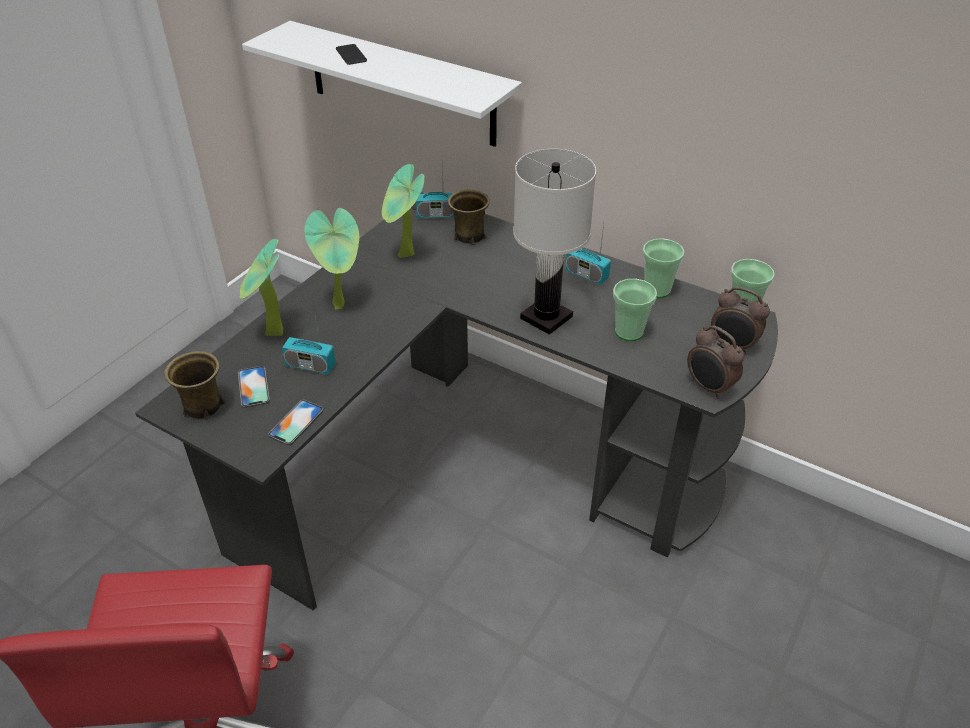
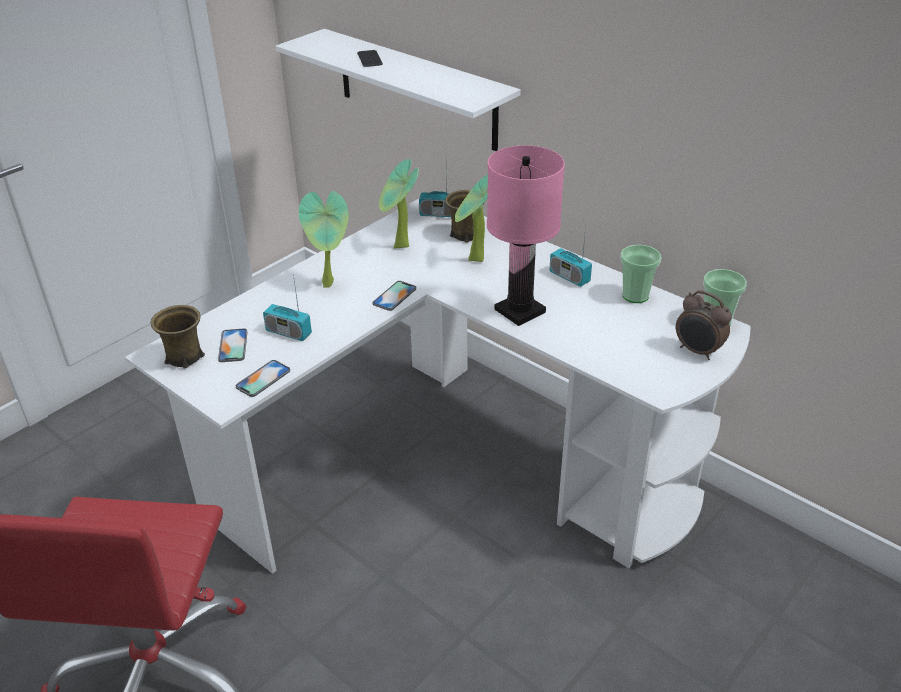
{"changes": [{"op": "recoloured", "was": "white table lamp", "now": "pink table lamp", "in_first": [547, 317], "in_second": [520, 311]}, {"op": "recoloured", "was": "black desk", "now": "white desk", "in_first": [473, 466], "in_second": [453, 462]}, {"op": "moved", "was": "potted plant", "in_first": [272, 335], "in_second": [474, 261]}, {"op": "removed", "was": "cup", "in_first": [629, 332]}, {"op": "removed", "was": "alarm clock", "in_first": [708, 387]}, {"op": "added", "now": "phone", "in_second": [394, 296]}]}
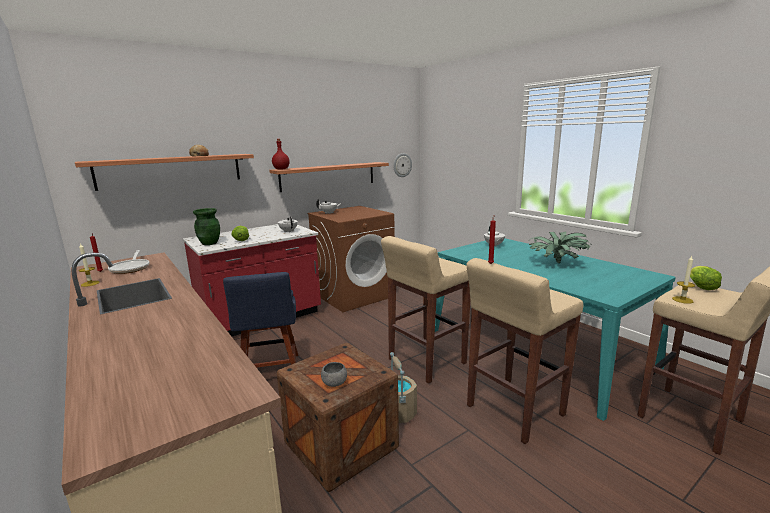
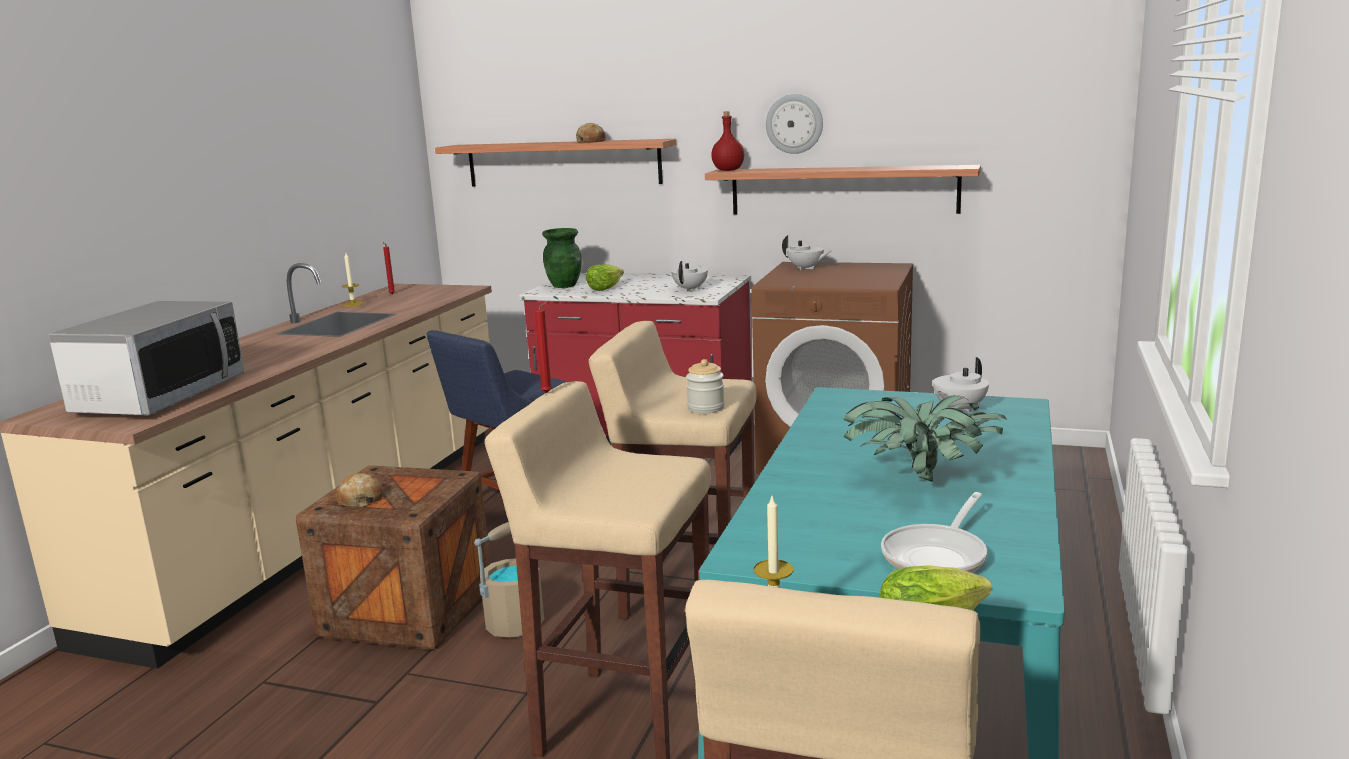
{"changes": [{"op": "moved", "was": "wall clock", "in_first": [402, 165], "in_second": [794, 124]}, {"op": "moved", "was": "frying pan", "in_first": [131, 268], "in_second": [938, 556]}, {"op": "replaced", "was": "grey bowl", "now": "bread", "in_first": [334, 383], "in_second": [360, 499]}, {"op": "added", "now": "microwave", "in_second": [160, 396]}, {"op": "added", "now": "jar", "in_second": [706, 408]}]}
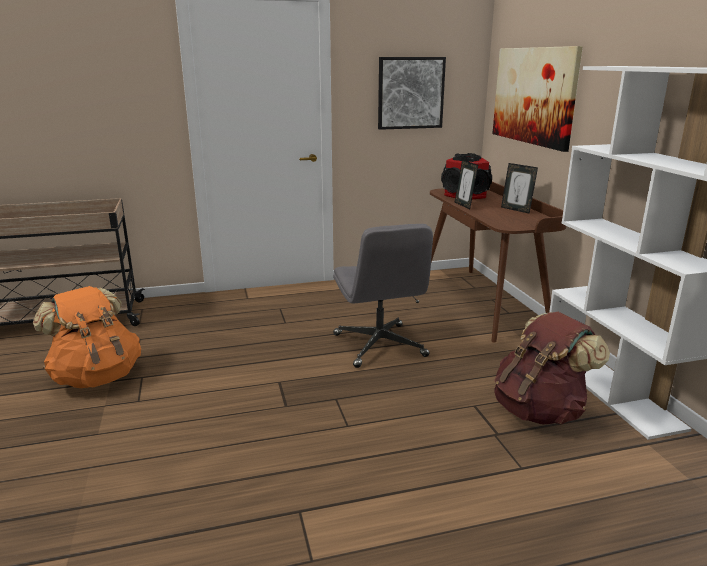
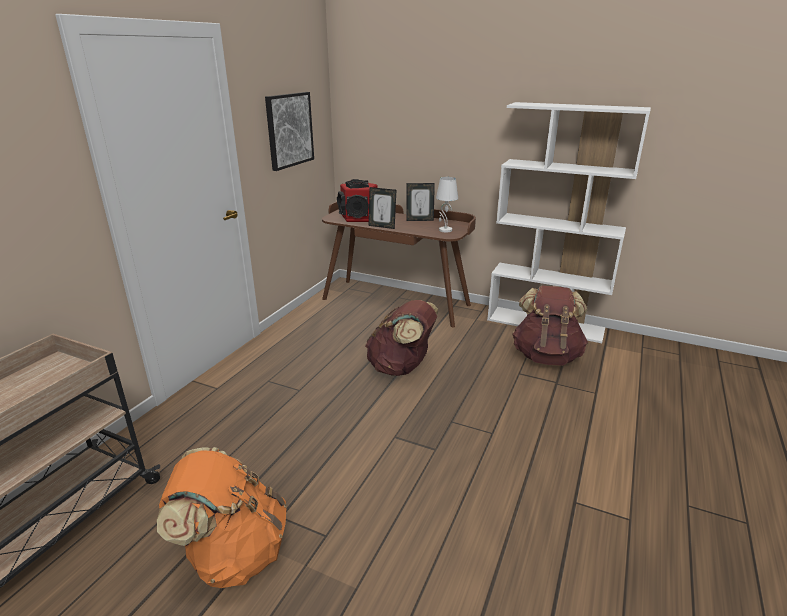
{"changes": [{"op": "removed", "was": "picture", "in_first": [533, 96]}, {"op": "replaced", "was": "grey office chair", "now": "brown backpack", "in_first": [380, 346], "in_second": [401, 367]}, {"op": "added", "now": "white table lamp", "in_second": [445, 230]}]}
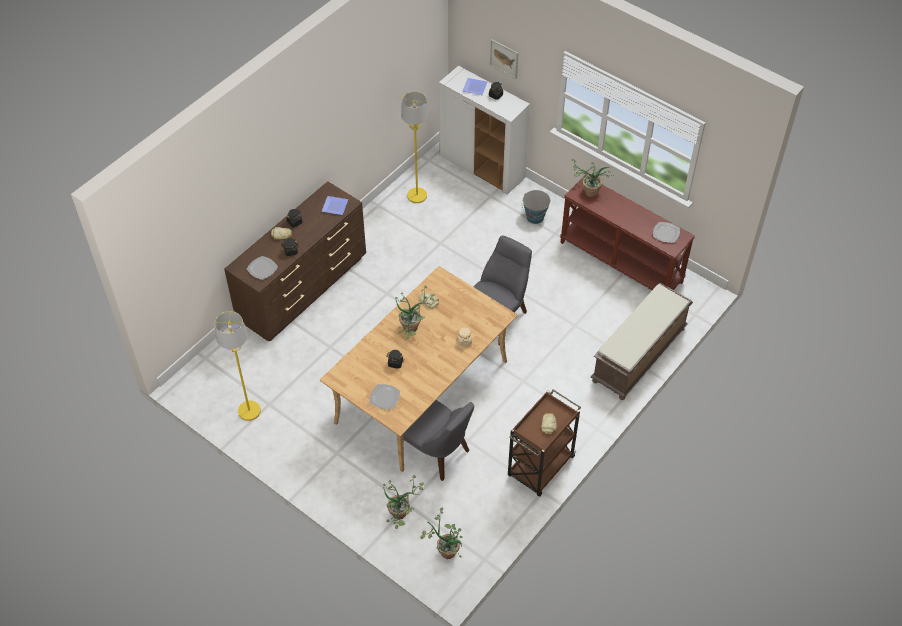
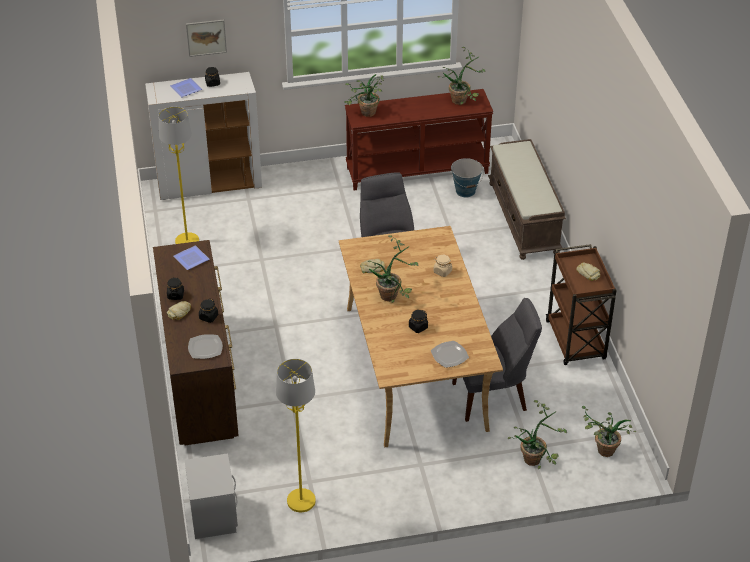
{"changes": [{"op": "moved", "was": "bucket", "in_first": [535, 217], "in_second": [465, 191]}, {"op": "replaced", "was": "plate", "now": "potted plant", "in_first": [666, 233], "in_second": [463, 100]}, {"op": "added", "now": "grey nightstand", "in_second": [213, 515]}]}
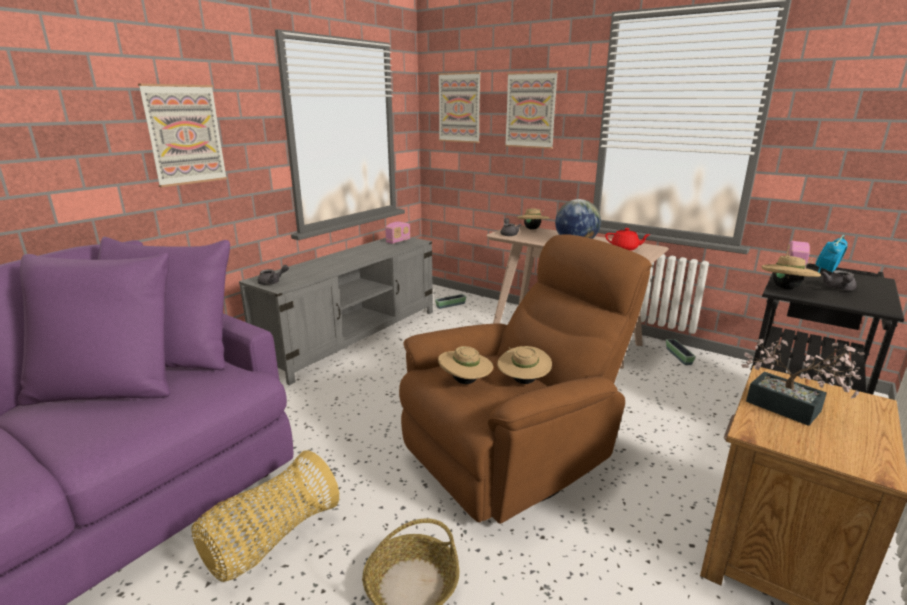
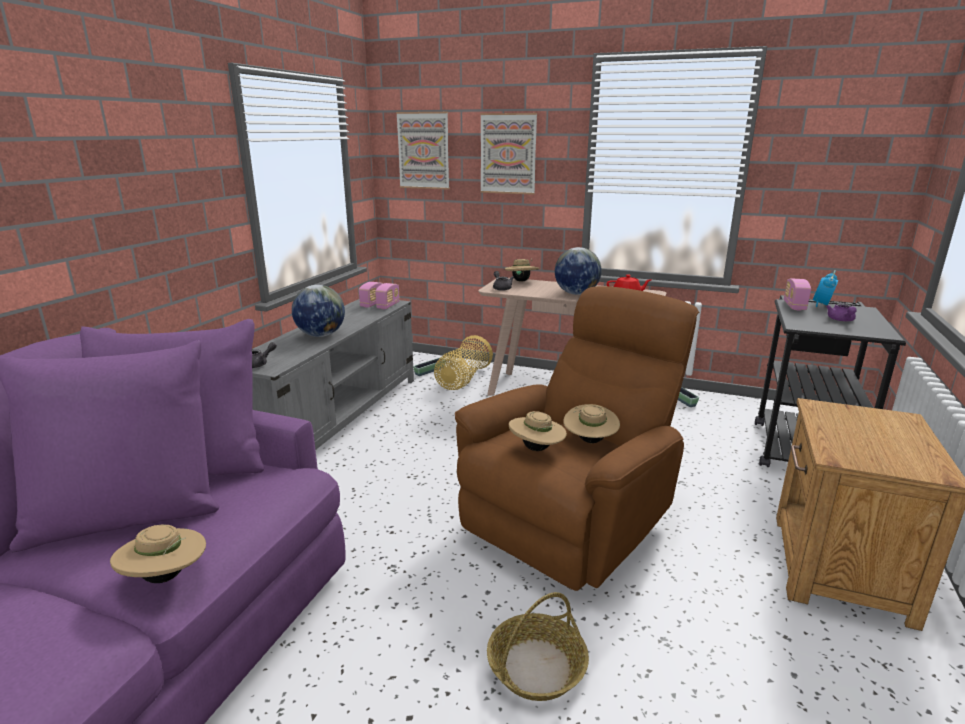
{"changes": [{"op": "removed", "was": "picture", "in_first": [185, 135]}, {"op": "moved", "was": "beige hat", "in_first": [786, 288], "in_second": [166, 577]}, {"op": "recoloured", "was": "grey teapot", "now": "purple teapot", "in_first": [838, 289], "in_second": [841, 320]}, {"op": "removed", "was": "potted plant", "in_first": [791, 410]}, {"op": "moved", "was": "basket", "in_first": [270, 540], "in_second": [462, 380]}, {"op": "added", "now": "radio", "in_second": [388, 306]}, {"op": "added", "now": "globe", "in_second": [321, 335]}]}
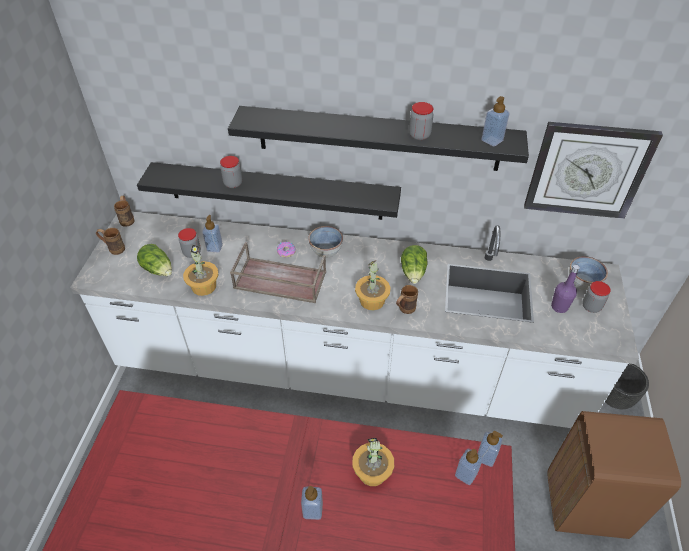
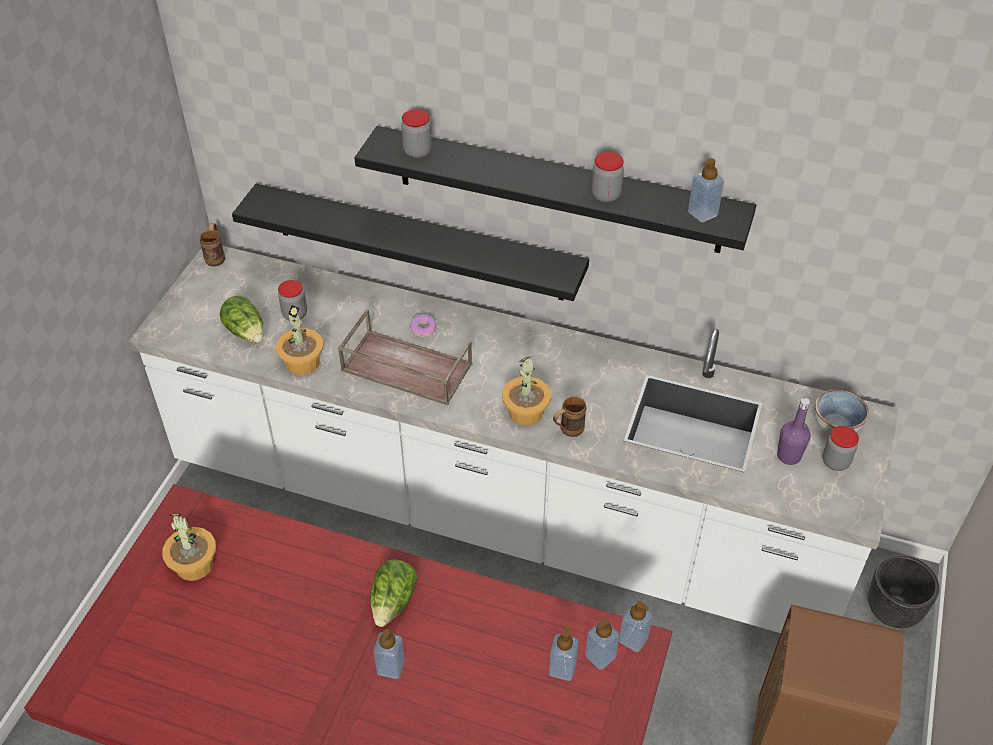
{"changes": [{"op": "removed", "was": "wall clock", "in_first": [587, 170]}, {"op": "moved", "was": "jar", "in_first": [233, 183], "in_second": [417, 151]}, {"op": "moved", "was": "soap dispenser", "in_first": [214, 247], "in_second": [562, 668]}, {"op": "removed", "was": "bowl", "in_first": [325, 250]}, {"op": "removed", "was": "brown mug", "in_first": [113, 249]}, {"op": "moved", "was": "lettuce", "in_first": [413, 272], "in_second": [393, 602]}, {"op": "moved", "was": "potted plant", "in_first": [372, 472], "in_second": [194, 565]}]}
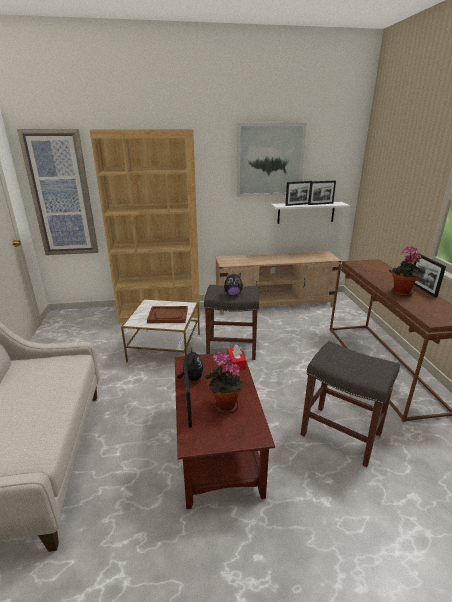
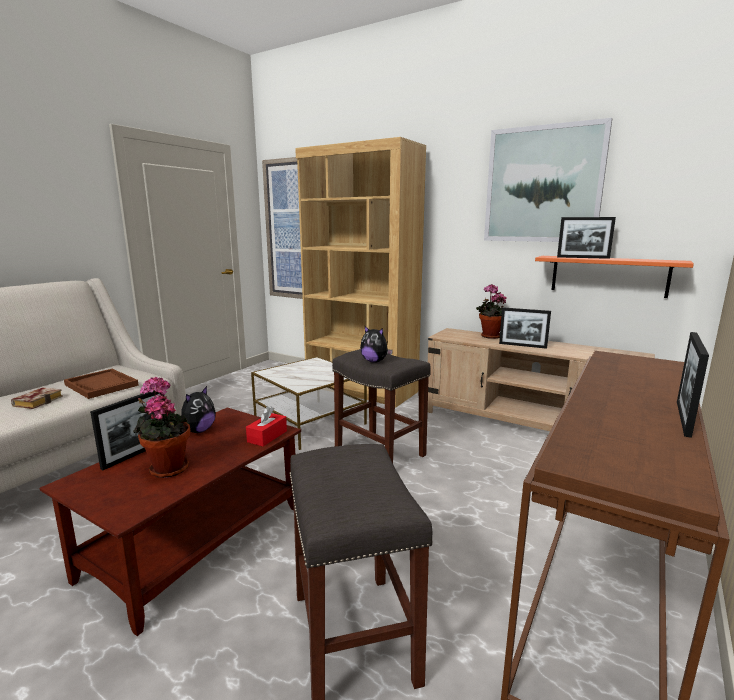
{"changes": [{"op": "moved", "was": "picture frame", "in_first": [320, 204], "in_second": [522, 345]}, {"op": "recoloured", "was": "white shelf", "now": "orange shelf", "in_first": [306, 212], "in_second": [608, 276]}, {"op": "moved", "was": "potted plant", "in_first": [401, 293], "in_second": [489, 336]}, {"op": "moved", "was": "brown tray", "in_first": [168, 315], "in_second": [101, 385]}, {"op": "added", "now": "book", "in_second": [38, 401]}]}
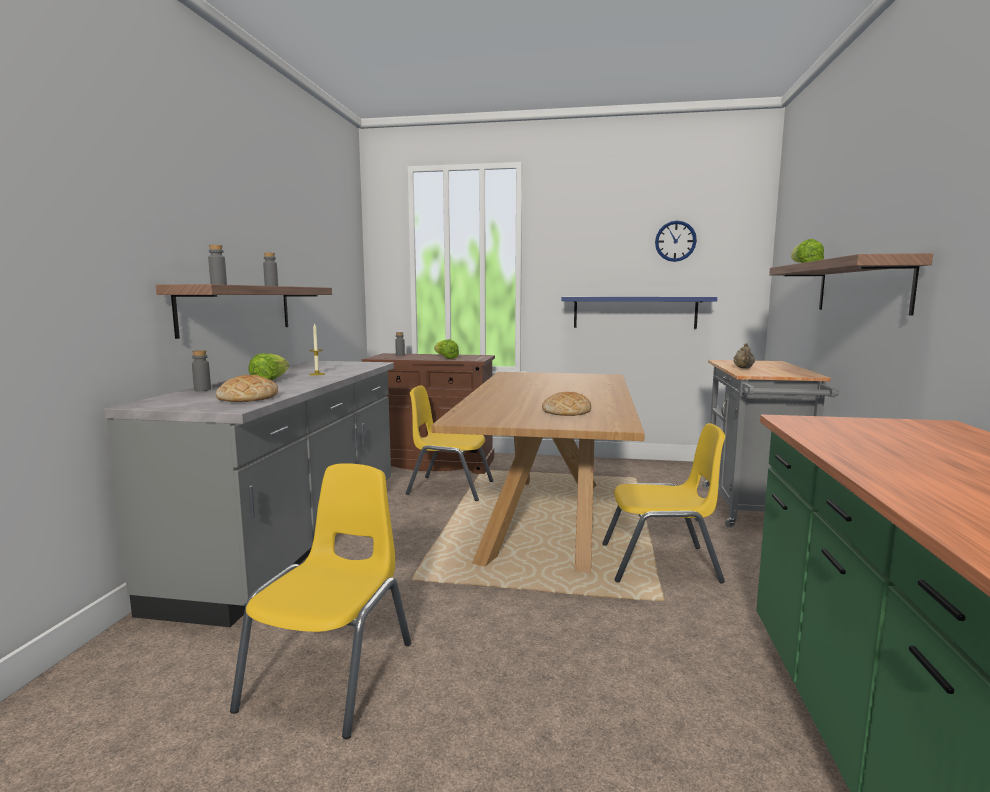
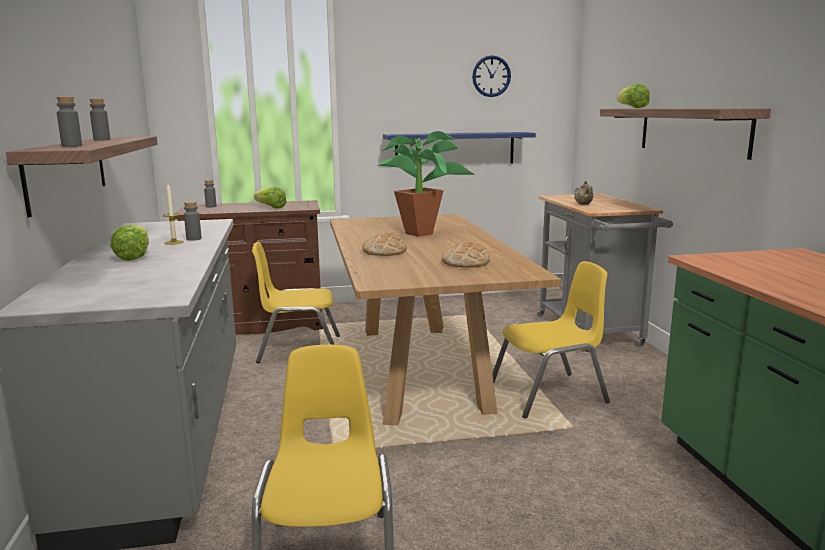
{"changes": [{"op": "moved", "was": "grey bottle", "in_first": [202, 390], "in_second": [194, 239]}, {"op": "moved", "was": "bread", "in_first": [247, 398], "in_second": [385, 252]}, {"op": "added", "now": "potted plant", "in_second": [425, 233]}]}
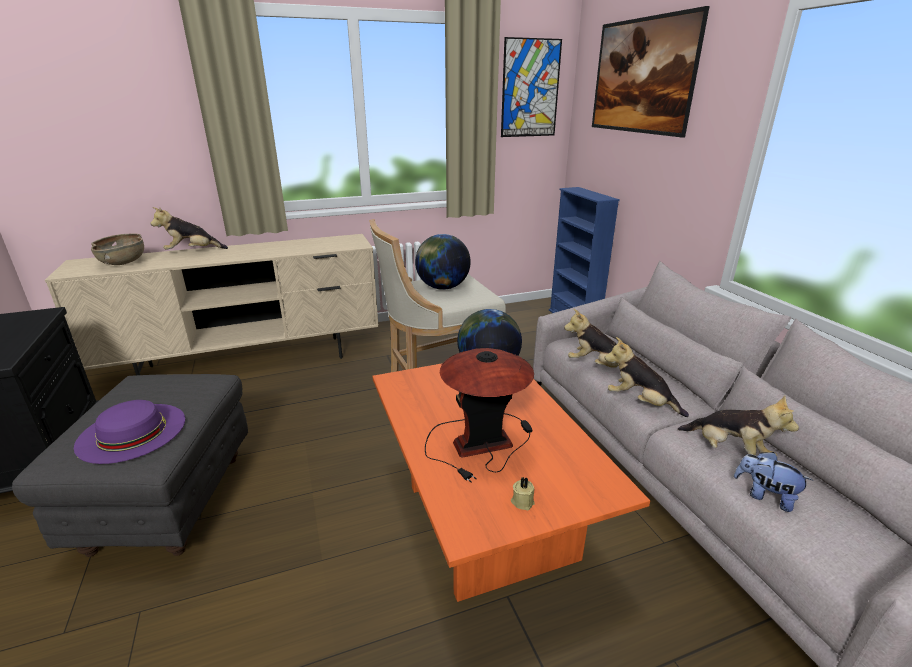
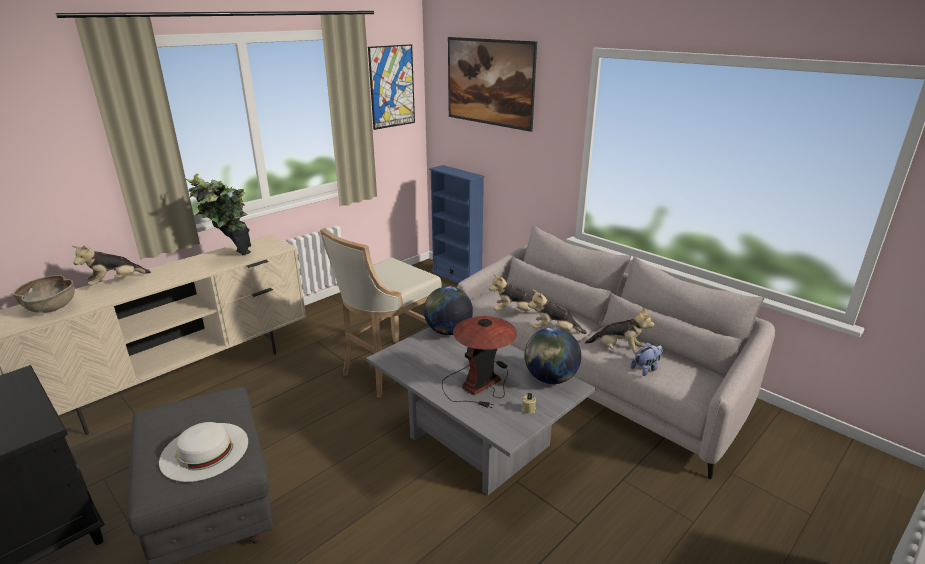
{"changes": [{"op": "moved", "was": "globe", "in_first": [442, 287], "in_second": [550, 378]}, {"op": "recoloured", "was": "orange coffee table", "now": "grey coffee table", "in_first": [483, 520], "in_second": [475, 442]}, {"op": "recoloured", "was": "purple hat", "now": "white hat", "in_first": [132, 432], "in_second": [204, 451]}, {"op": "turned", "was": "plush toy", "in_first": [765, 496], "in_second": [646, 369], "clockwise": 135}, {"op": "added", "now": "potted plant", "in_second": [231, 258]}]}
